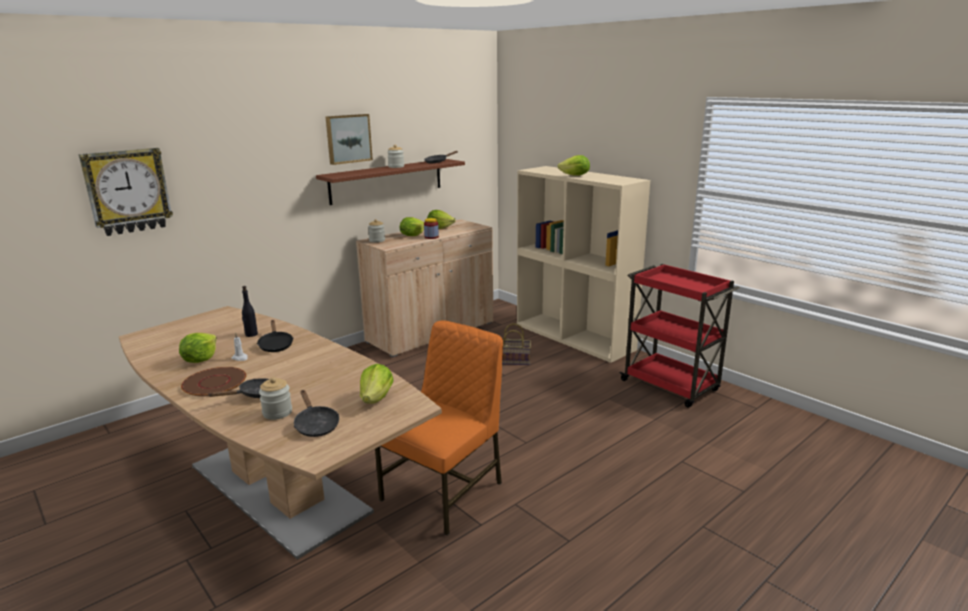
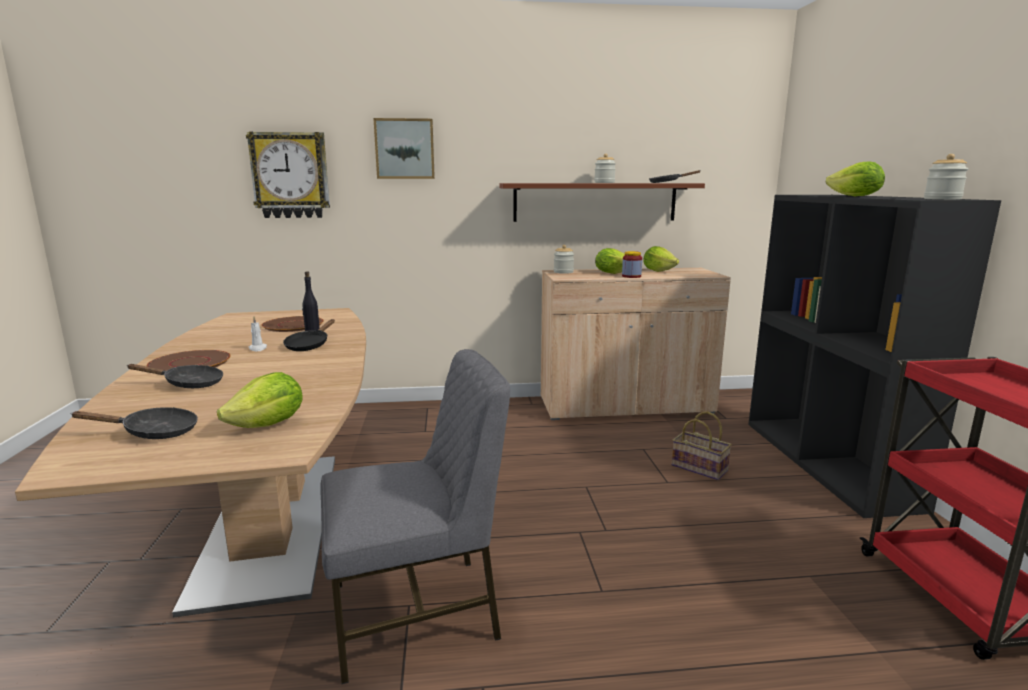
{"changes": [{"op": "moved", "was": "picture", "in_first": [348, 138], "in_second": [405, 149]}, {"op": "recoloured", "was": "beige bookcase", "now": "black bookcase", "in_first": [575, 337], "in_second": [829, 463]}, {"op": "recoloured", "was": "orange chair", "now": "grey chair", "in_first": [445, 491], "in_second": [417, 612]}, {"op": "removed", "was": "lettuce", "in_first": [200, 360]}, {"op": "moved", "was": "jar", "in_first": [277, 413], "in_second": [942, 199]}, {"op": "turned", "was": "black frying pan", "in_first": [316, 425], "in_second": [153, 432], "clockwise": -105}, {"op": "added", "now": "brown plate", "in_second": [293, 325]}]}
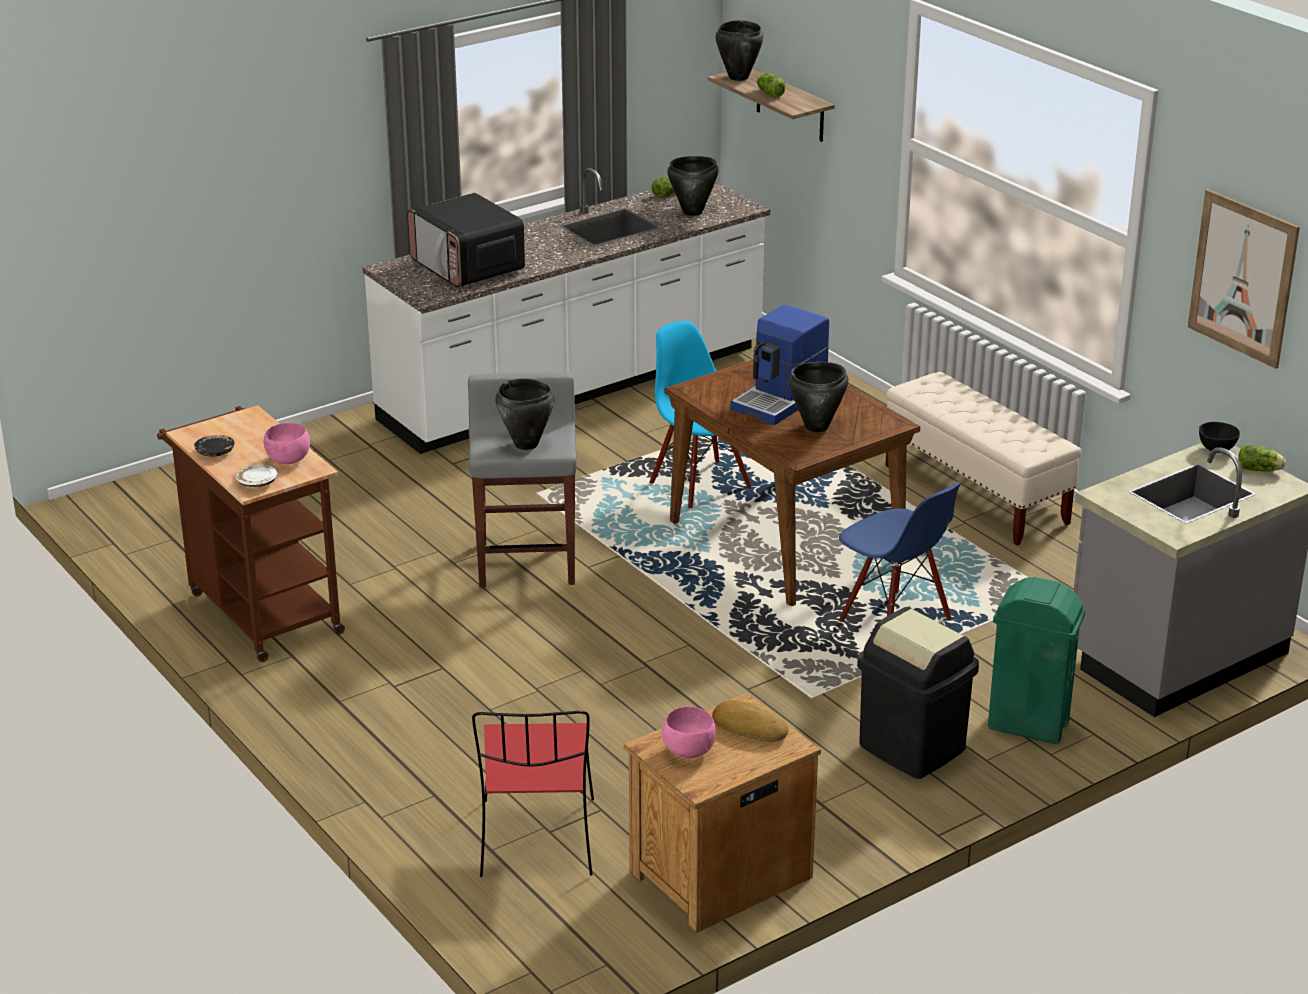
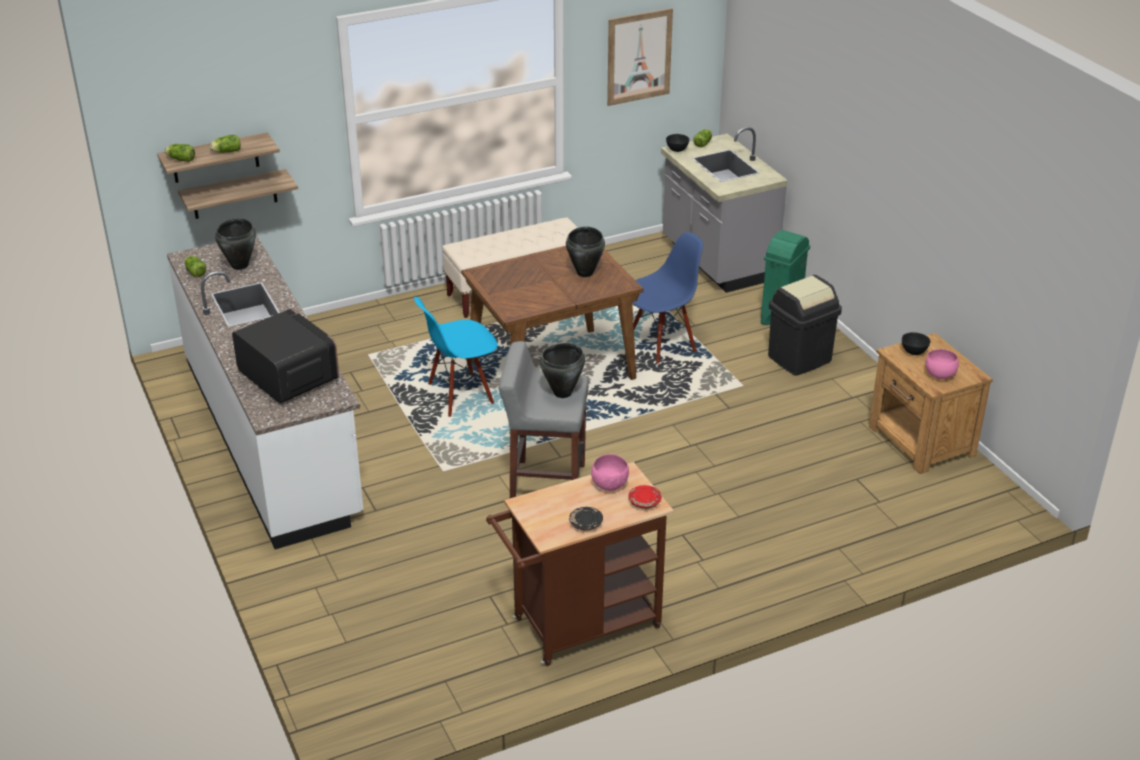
{"changes": [{"op": "replaced", "was": "black cooking pot", "now": "lettuce", "in_first": [738, 77], "in_second": [180, 159]}, {"op": "turned", "was": "microwave", "in_first": [467, 267], "in_second": [288, 376], "clockwise": -105}, {"op": "removed", "was": "coffee machine", "in_first": [781, 400]}, {"op": "recoloured", "was": "white plate", "now": "red plate", "in_first": [257, 483], "in_second": [645, 502]}, {"op": "replaced", "was": "bread", "now": "black bowl", "in_first": [750, 726], "in_second": [913, 352]}, {"op": "removed", "was": "red chair", "in_first": [537, 841]}, {"op": "added", "now": "shelf", "in_second": [234, 194]}]}
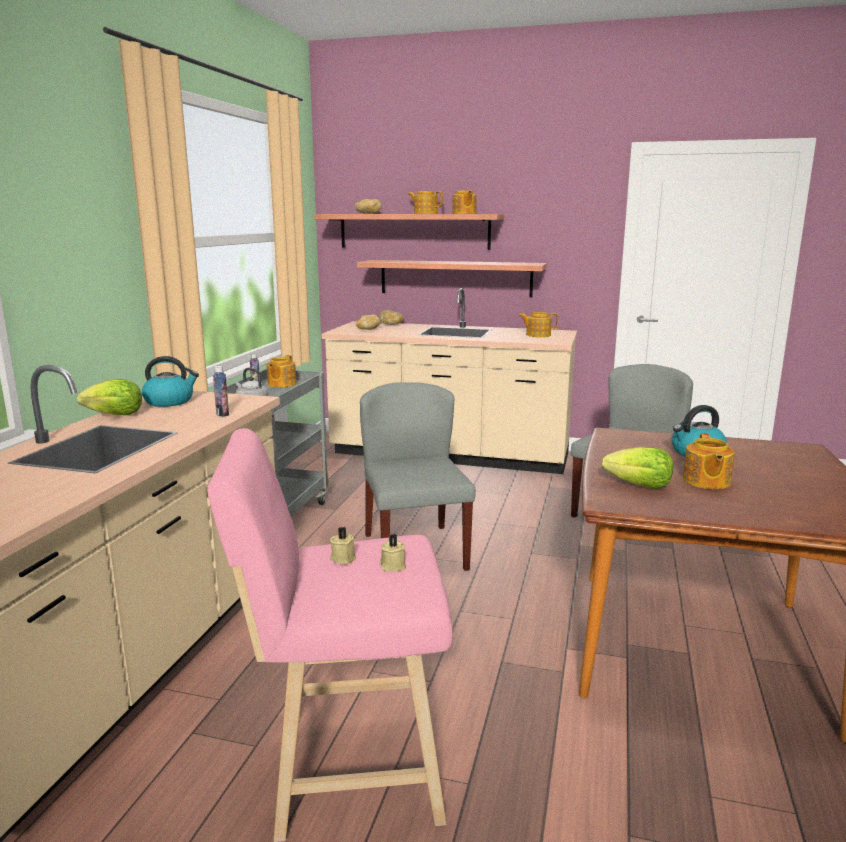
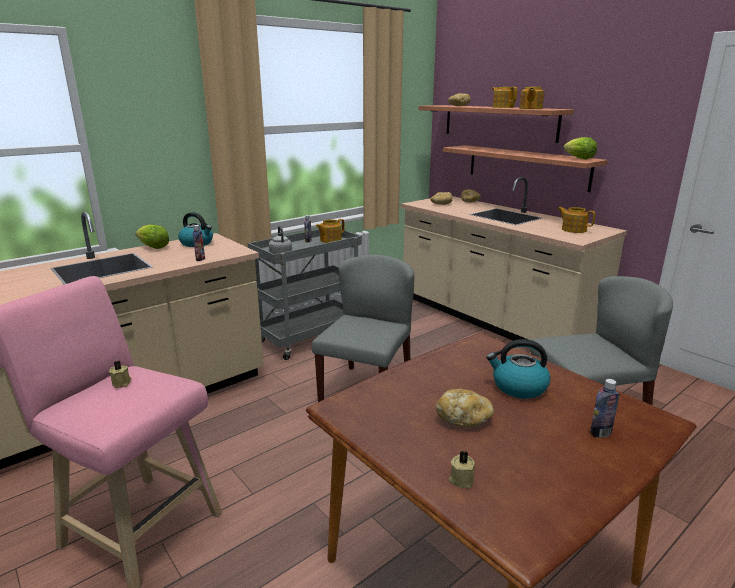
{"changes": [{"op": "replaced", "was": "teapot", "now": "bread", "in_first": [705, 481], "in_second": [463, 418]}, {"op": "moved", "was": "lettuce", "in_first": [639, 486], "in_second": [579, 158]}, {"op": "moved", "was": "beige candle", "in_first": [392, 566], "in_second": [461, 479]}, {"op": "added", "now": "bottle", "in_second": [600, 433]}]}
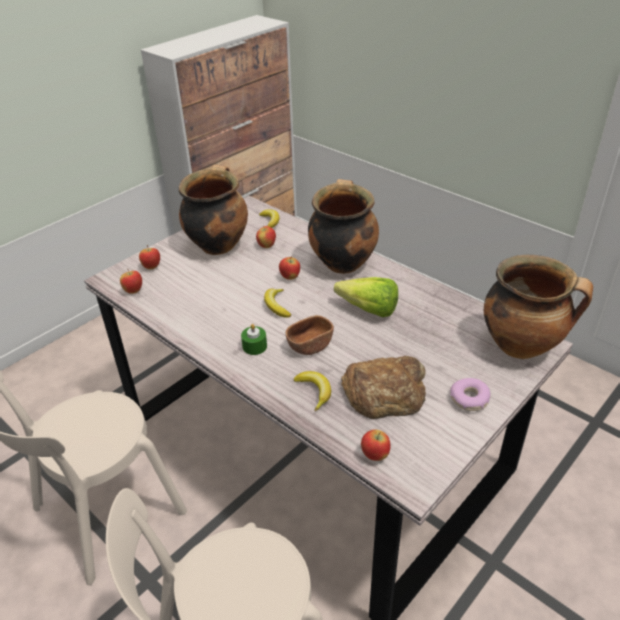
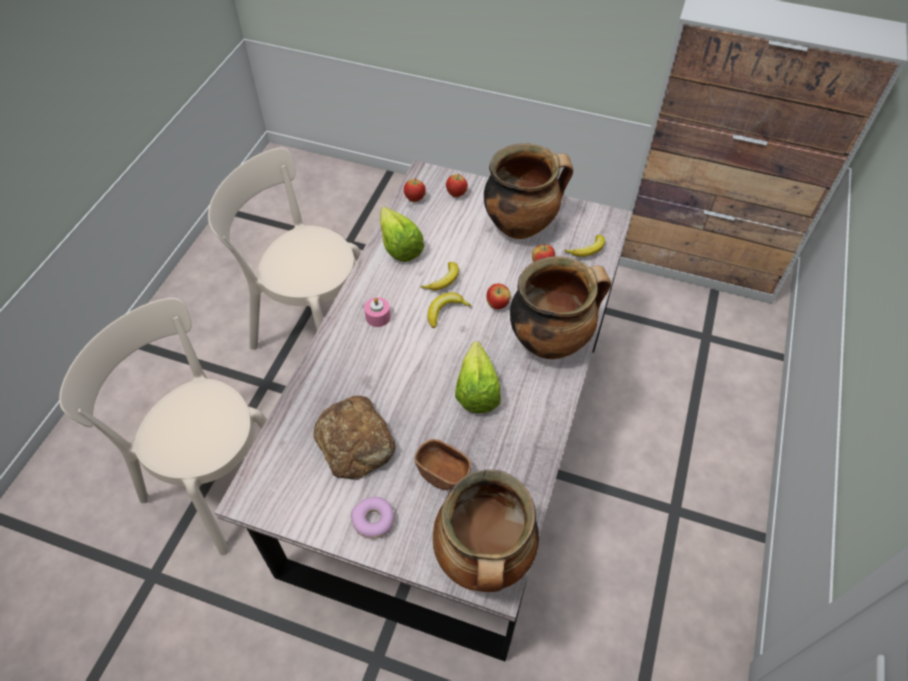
{"changes": [{"op": "moved", "was": "brown bowl", "in_first": [309, 345], "in_second": [443, 472]}, {"op": "recoloured", "was": "green candle", "now": "pink candle", "in_first": [254, 346], "in_second": [378, 317]}, {"op": "moved", "was": "banana", "in_first": [314, 391], "in_second": [443, 281]}, {"op": "removed", "was": "apple", "in_first": [375, 455]}, {"op": "added", "now": "lettuce", "in_second": [398, 243]}]}
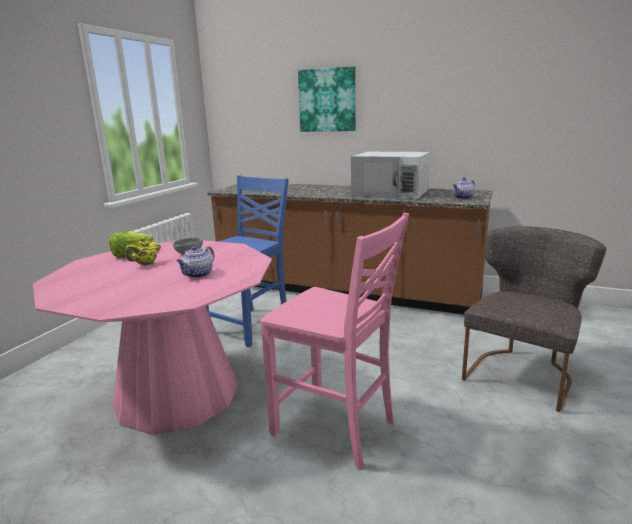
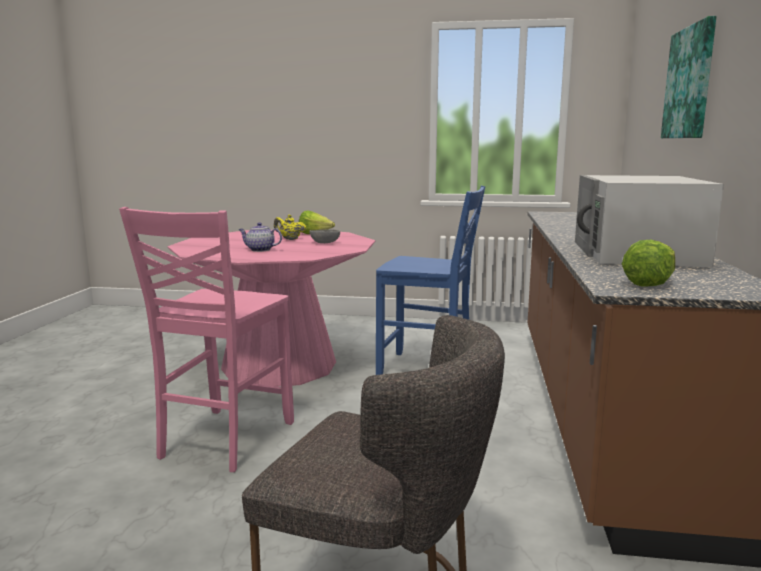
{"changes": [{"op": "replaced", "was": "teapot", "now": "lettuce", "in_first": [463, 198], "in_second": [649, 283]}]}
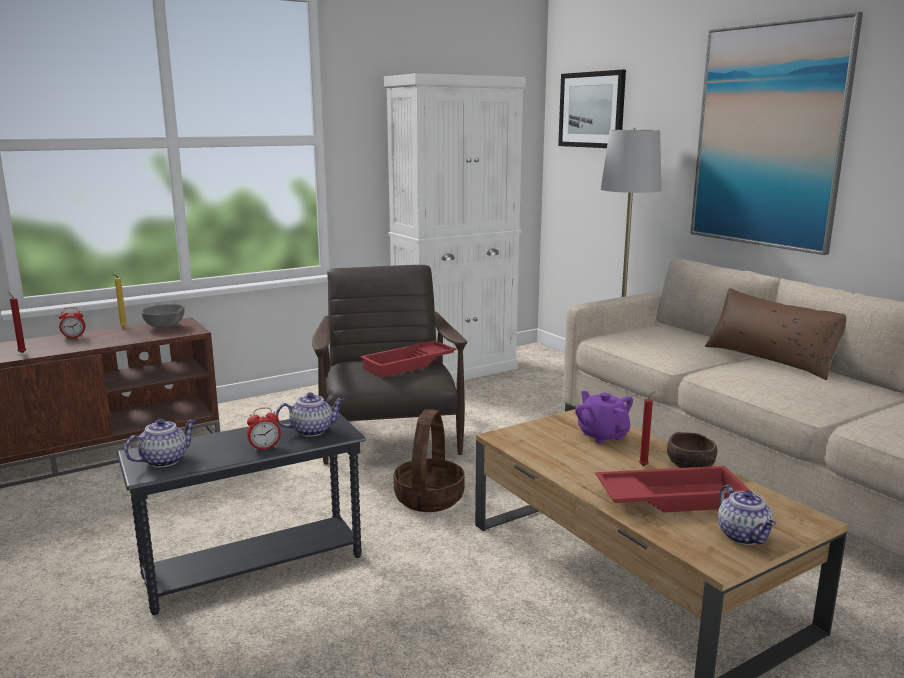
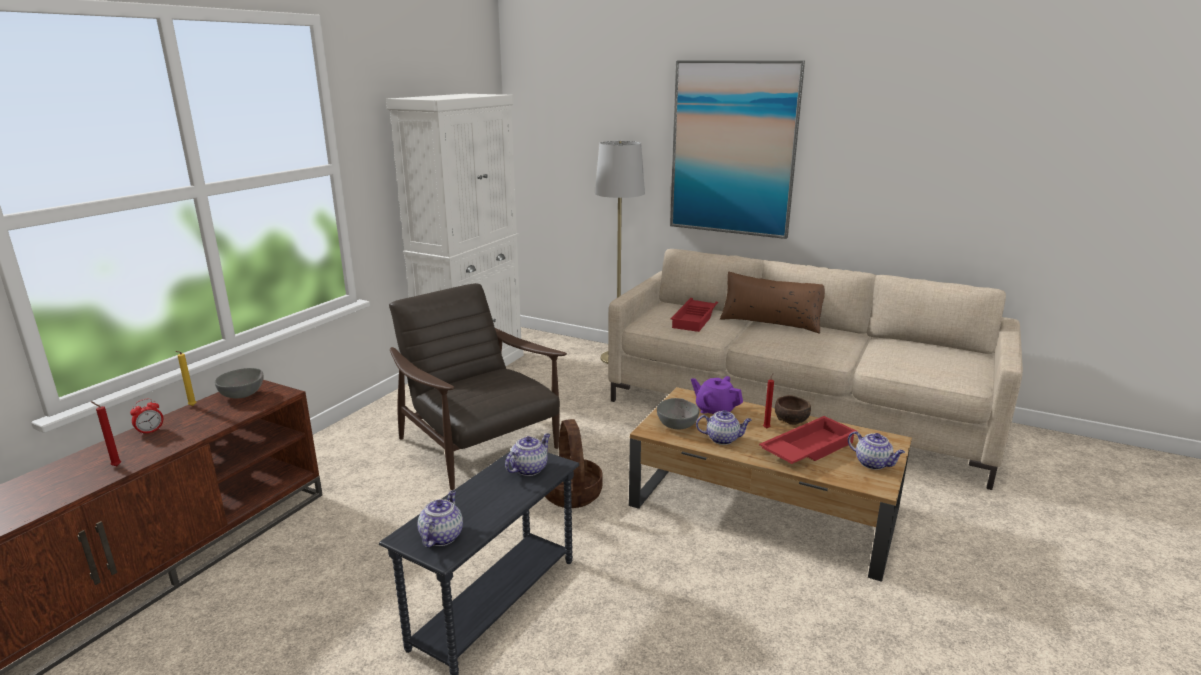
{"changes": [{"op": "removed", "was": "picture", "in_first": [591, 110]}, {"op": "moved", "was": "red tray", "in_first": [409, 365], "in_second": [696, 319]}, {"op": "removed", "was": "alarm clock", "in_first": [265, 448]}, {"op": "added", "now": "grey bowl", "in_second": [677, 425]}, {"op": "added", "now": "teapot", "in_second": [723, 439]}]}
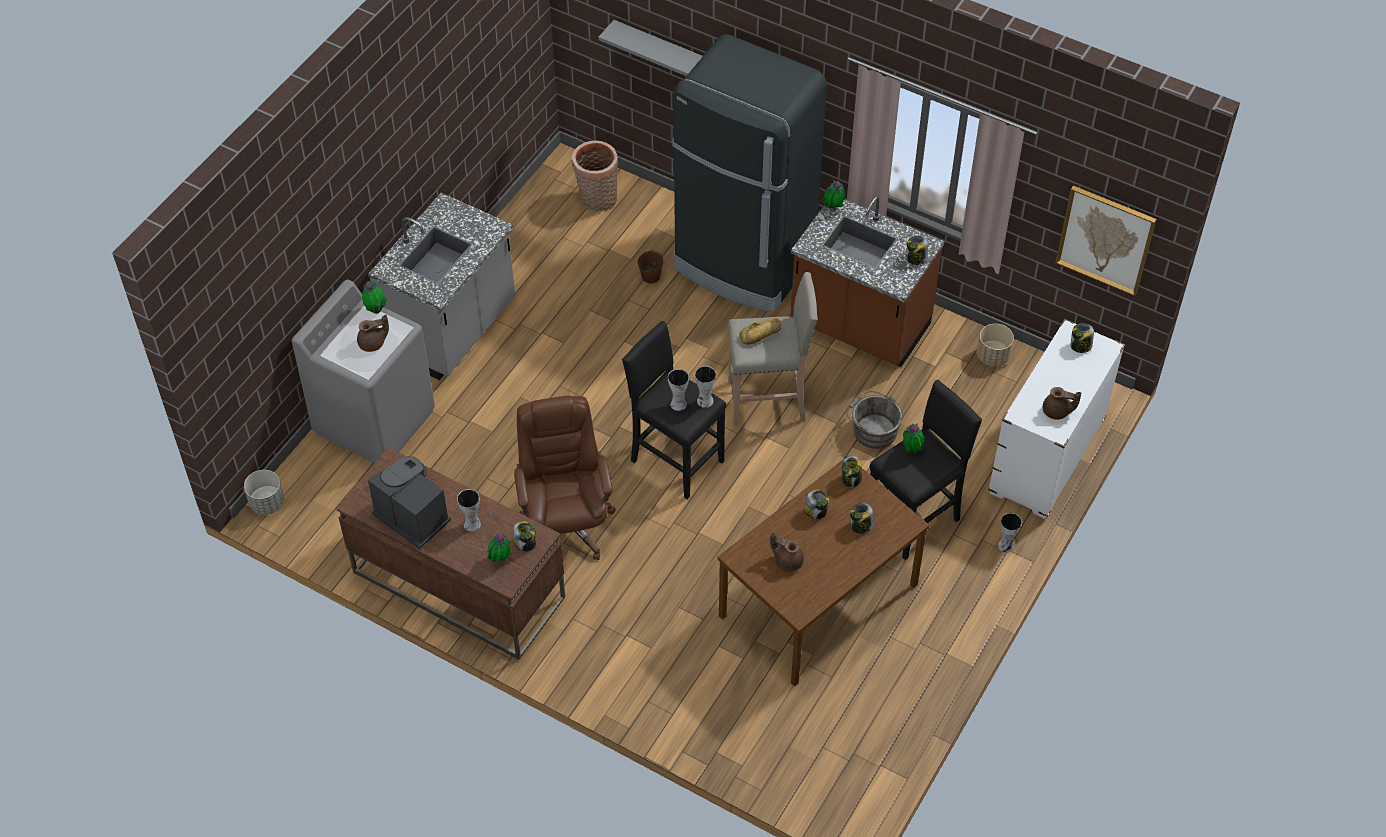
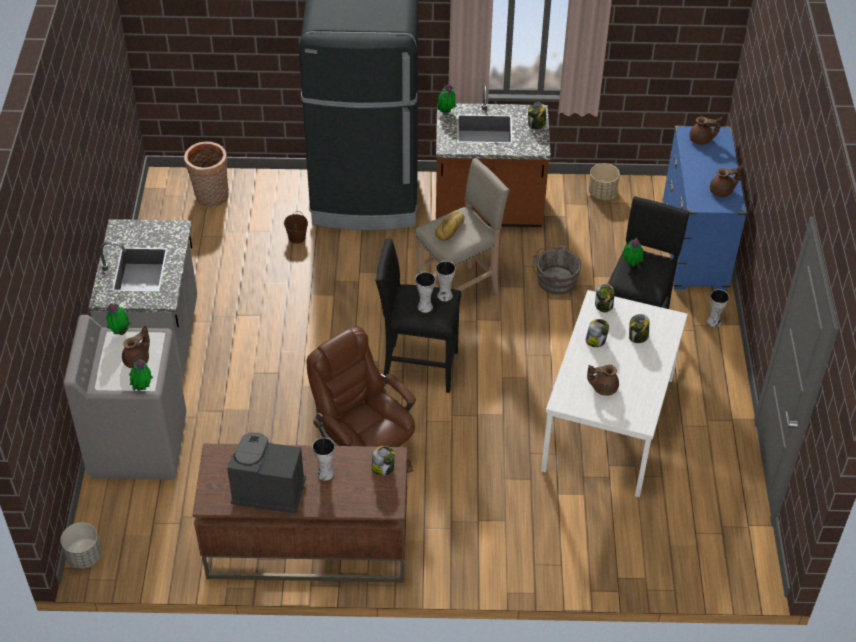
{"changes": [{"op": "removed", "was": "grey shelf", "in_first": [661, 50]}, {"op": "removed", "was": "picture", "in_first": [1105, 239]}, {"op": "recoloured", "was": "white dresser", "now": "blue dresser", "in_first": [1046, 457], "in_second": [694, 247]}, {"op": "replaced", "was": "jar", "now": "brown teapot", "in_first": [1080, 346], "in_second": [701, 140]}, {"op": "recoloured", "was": "brown dining table", "now": "white dining table", "in_first": [818, 599], "in_second": [608, 422]}, {"op": "moved", "was": "potted plant", "in_first": [500, 560], "in_second": [143, 389]}]}
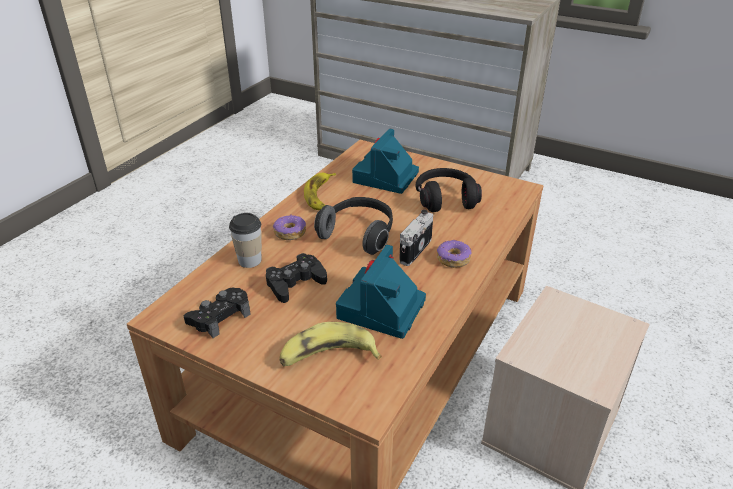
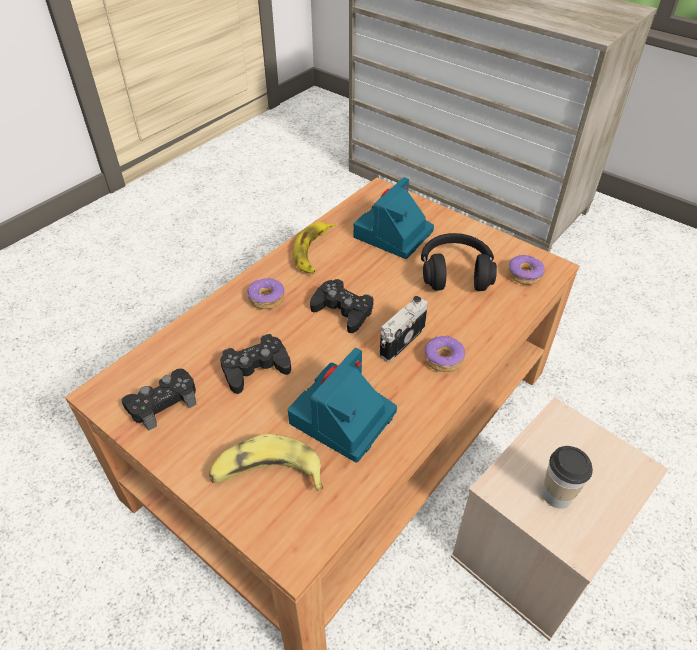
{"changes": [{"op": "replaced", "was": "headphones", "now": "black game controller", "in_first": [359, 234], "in_second": [342, 311]}, {"op": "moved", "was": "cup", "in_first": [250, 260], "in_second": [557, 494]}, {"op": "added", "now": "donut", "in_second": [524, 275]}]}
